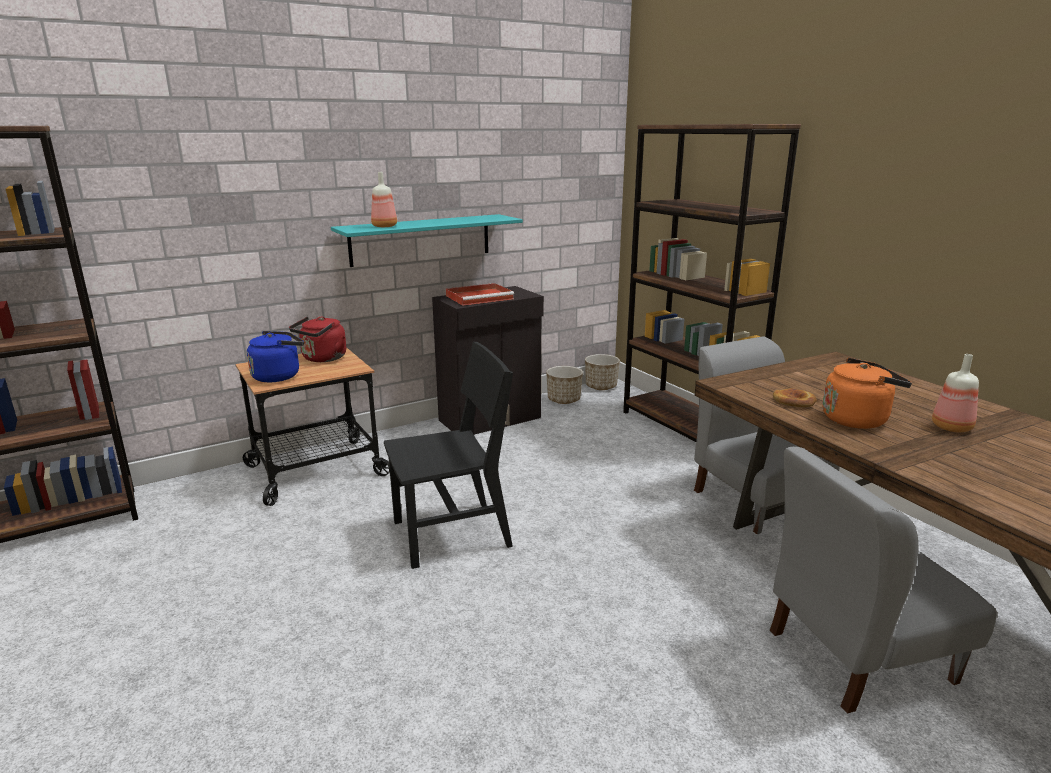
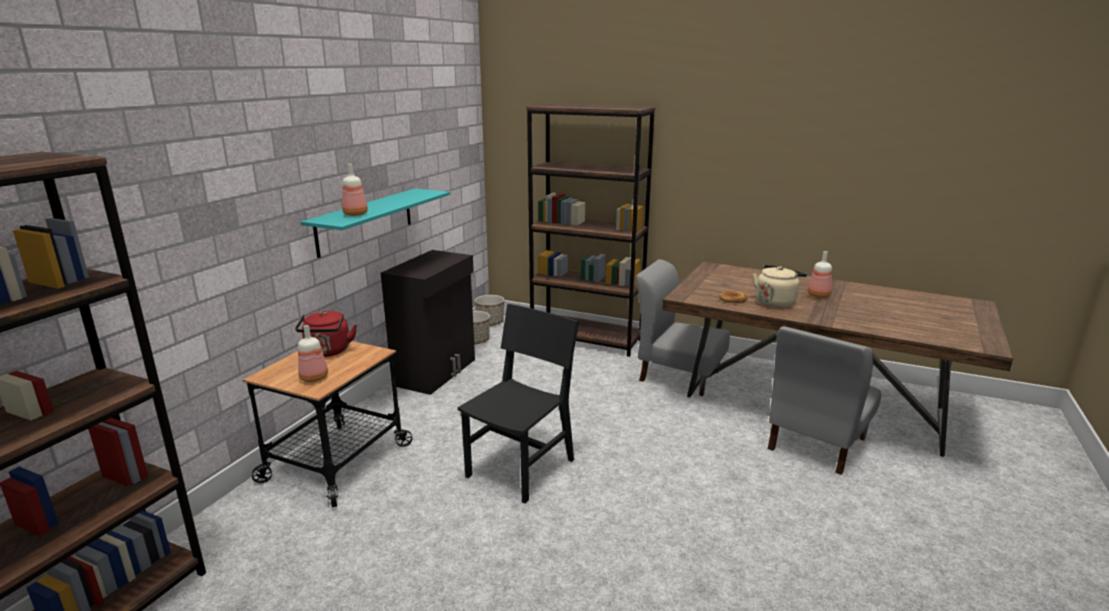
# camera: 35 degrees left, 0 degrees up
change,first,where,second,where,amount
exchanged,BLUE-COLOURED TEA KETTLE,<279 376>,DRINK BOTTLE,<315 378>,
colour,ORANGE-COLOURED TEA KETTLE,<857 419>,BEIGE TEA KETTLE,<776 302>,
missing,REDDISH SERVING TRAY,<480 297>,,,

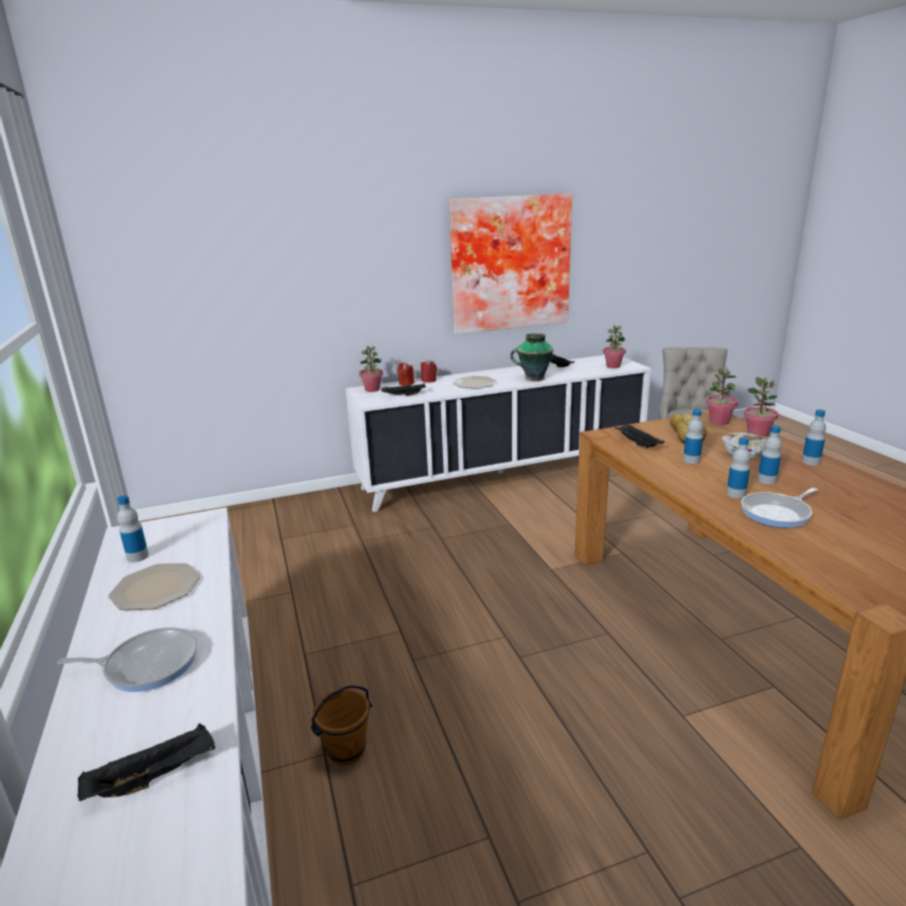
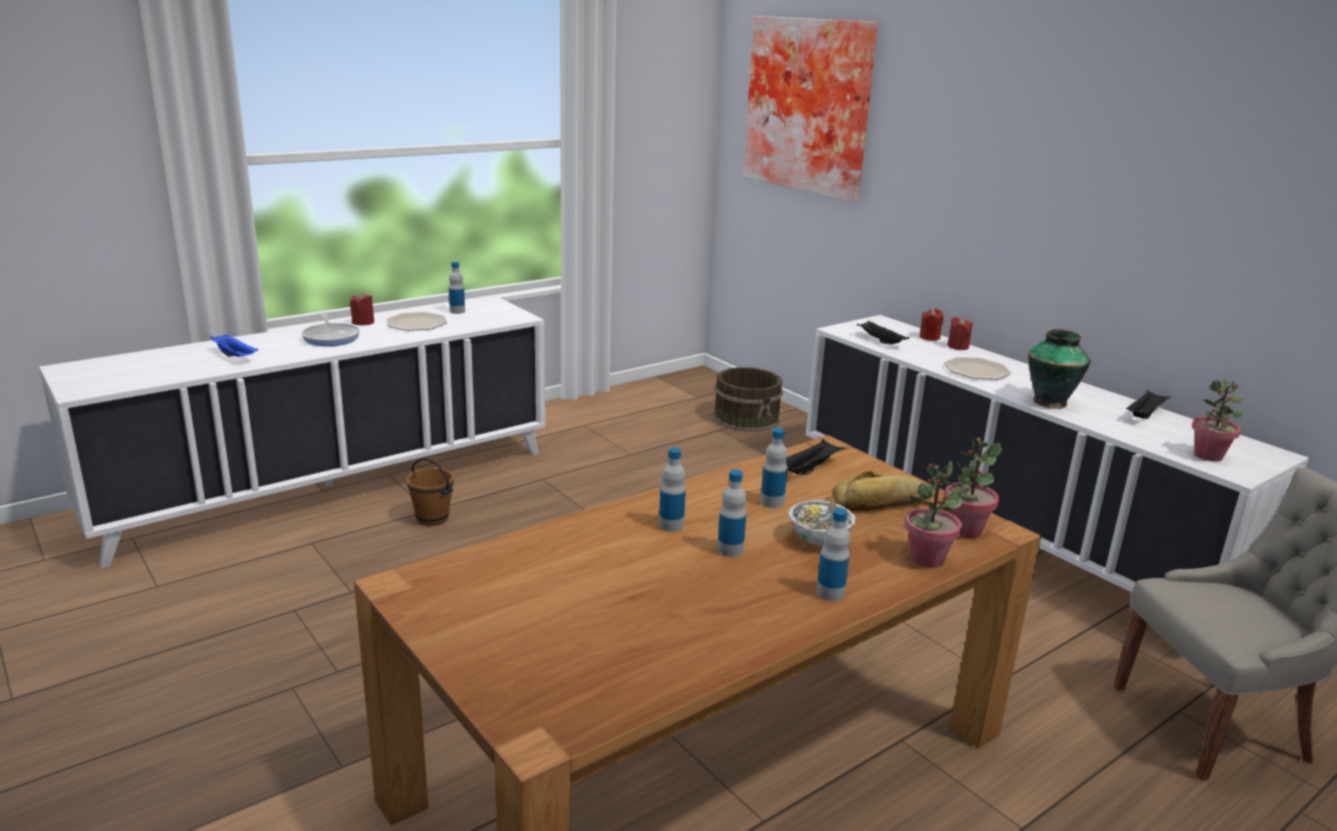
# camera: 70 degrees right, 0 degrees up
change,first,where,second,where,amount
colour,BLACK-COLOURED SERVING TRAY,<155 776>,BLUE-COLOURED SERVING TRAY,<236 356>,
appeared,,,REDDISH WAX CANDLE,<363 322>,
appeared,,,BROWN BUCKET,<747 418>,
relocated,WALL PICTURE,<509 263>,,<810 106>,
missing,HOUSEPLANT,<372 389>,,,
missing,SKILLET,<778 513>,,,

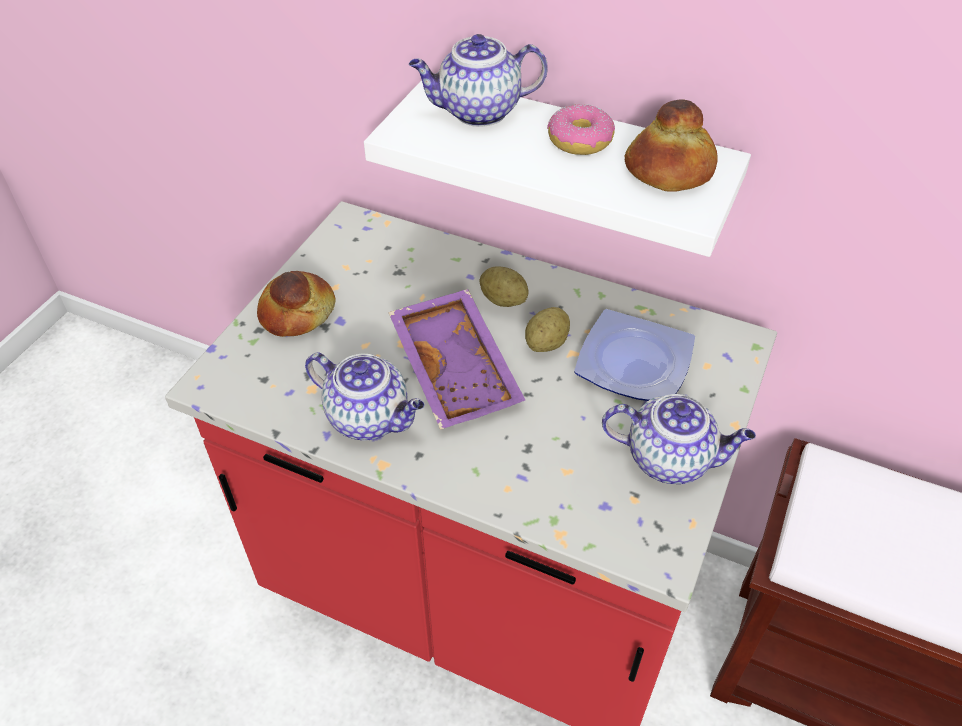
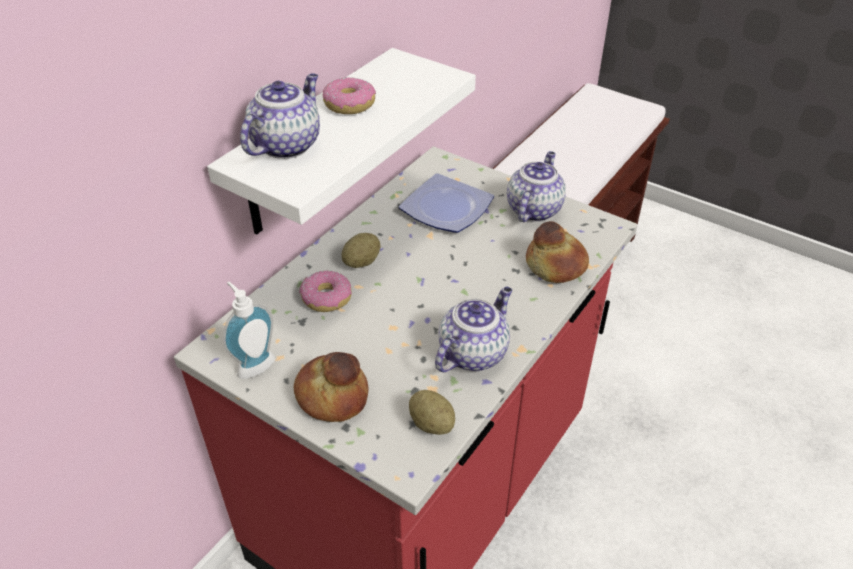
# camera: 80 degrees left, 5 degrees down
change,first,where,second,where,amount
appeared,,,LIQUID SOAP BOTTLE,<253 364>,
spun,TEA POT,<477 112>,,<286 144>,150 degrees counterclockwise
appeared,,,DONUT,<326 298>,
relocated,SPUD,<546 343>,,<431 424>,
relocated,BAKED BREAD,<668 171>,,<555 266>,
missing,PURPLE-COLOURED SERVING TRAY,<458 369>,,,

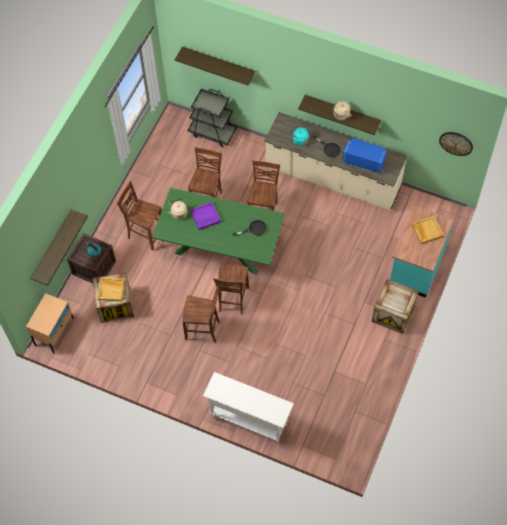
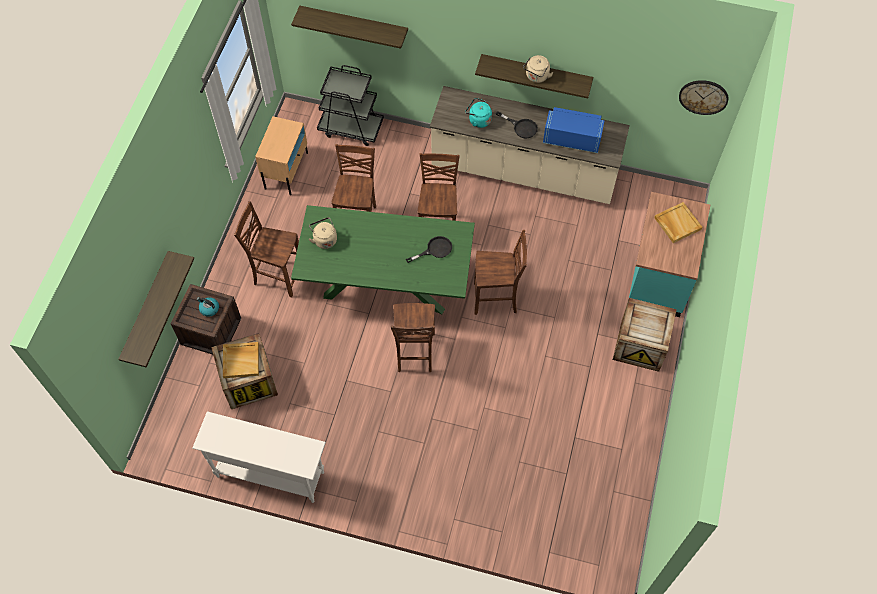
# camera: 10 degrees left, 0 degrees up
change,first,where,second,where,amount
relocated,WHITE-COLOURED CONSOLE TABLE,<248 420>,,<270 474>,
relocated,BEIGE BEDSIDE TABLE,<54 331>,,<286 170>,
relocated,BROWN CHAIR,<203 330>,,<496 299>,
missing,PURPLE-COLOURED SERVING TRAY,<205 217>,,,

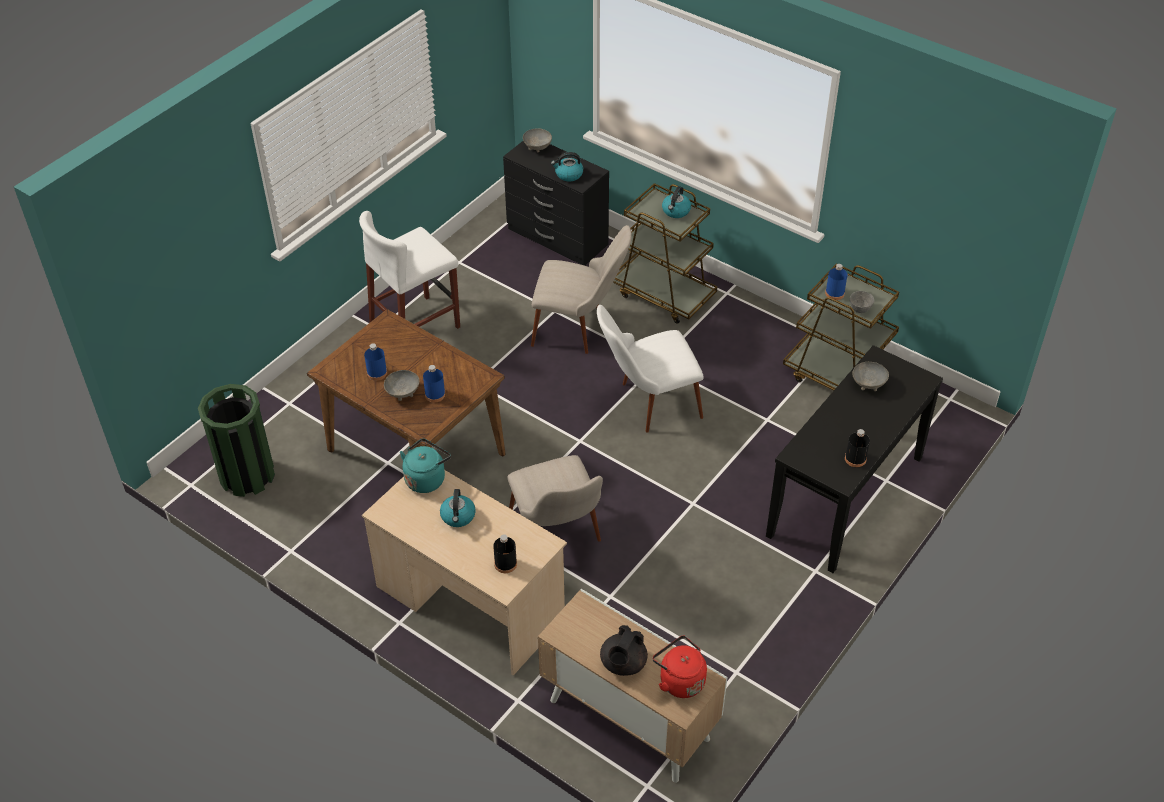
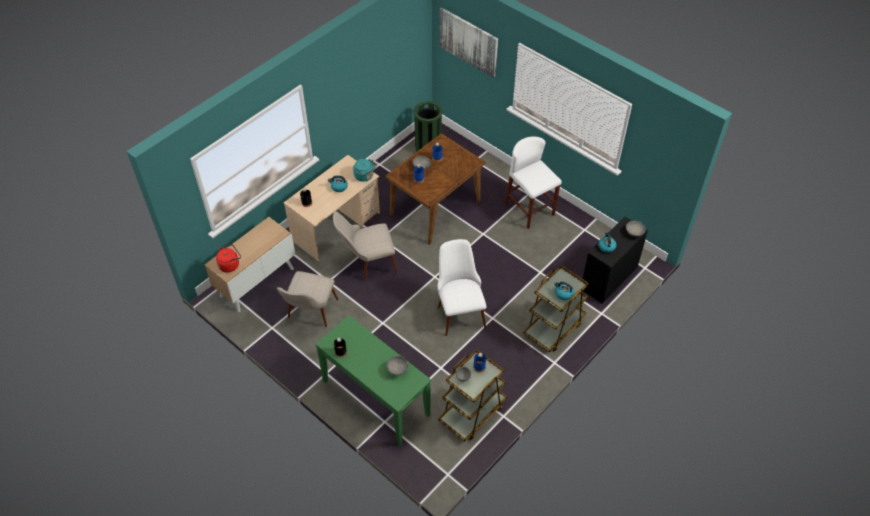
# camera: 95 degrees right, 5 degrees up
change,first,where,second,where,amount
relocated,BEIGE CHAIR,<580 328>,,<310 315>,
colour,BLACK-COLOURED CONSOLE TABLE,<846 496>,GREEN-COLOURED CONSOLE TABLE,<375 398>,
appeared,,,WALL PICTURE,<468 42>,
missing,BLACK-COLOURED TEA POT,<623 664>,,,

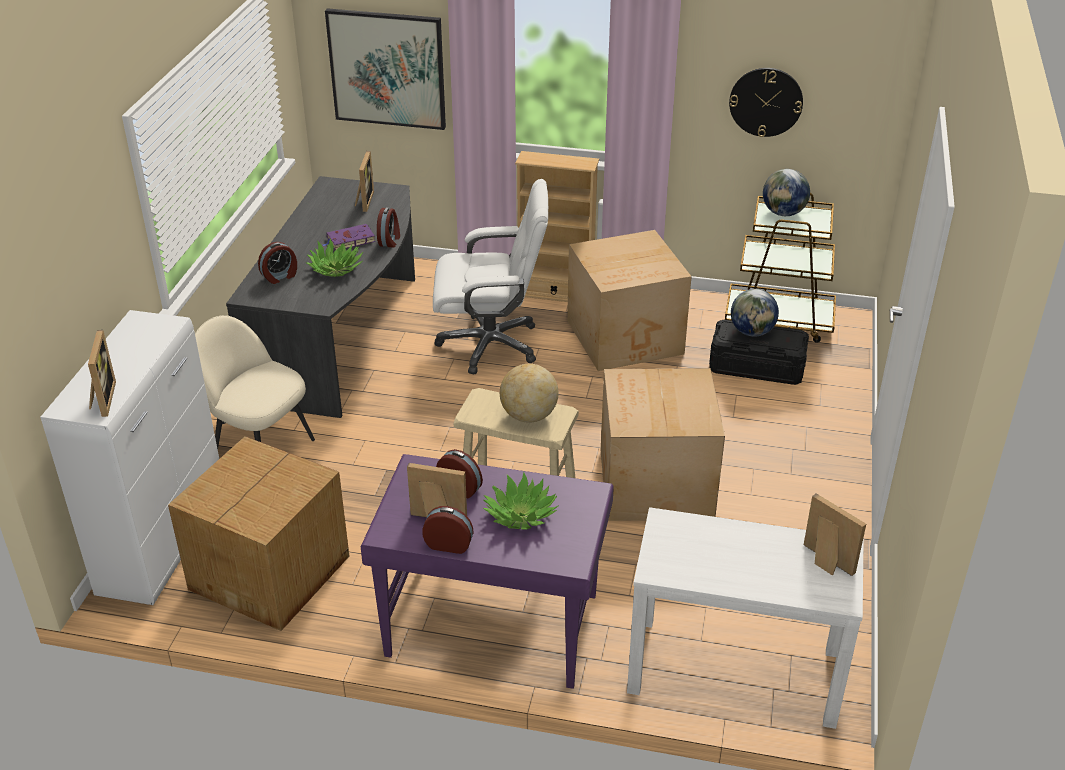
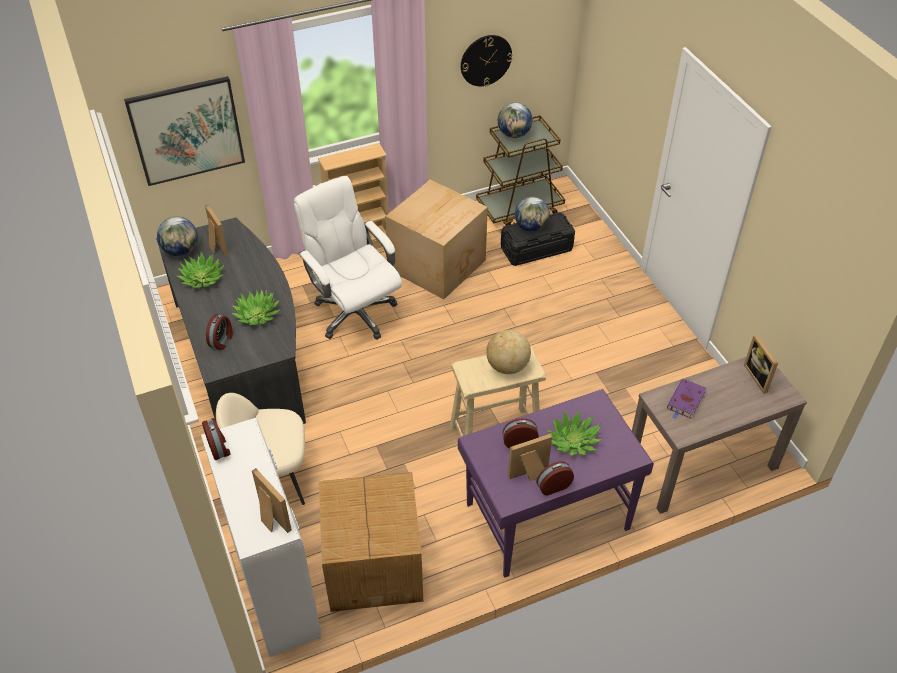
# camera: 35 degrees left, 10 degrees up
change,first,where,second,where,amount
appeared,,,GLOBE,<181 251>,
appeared,,,HOUSEPLANT,<202 278>,
relocated,ALARM CLOCK,<390 241>,,<219 448>,
spun,WHITE-COLOURED OFFICE CHAIR,<491 344>,,<354 312>,90 degrees counterclockwise
colour,WHITE-COLOURED CONSOLE TABLE,<733 671>,BROWN CONSOLE TABLE,<701 465>,
relocated,PURPLE-COLOURED BOUND BOOK,<349 240>,,<685 401>,
spun,PICTURE FRAME,<824 562>,,<759 377>,120 degrees counterclockwise
missing,PACKING BOX,<654 485>,,,

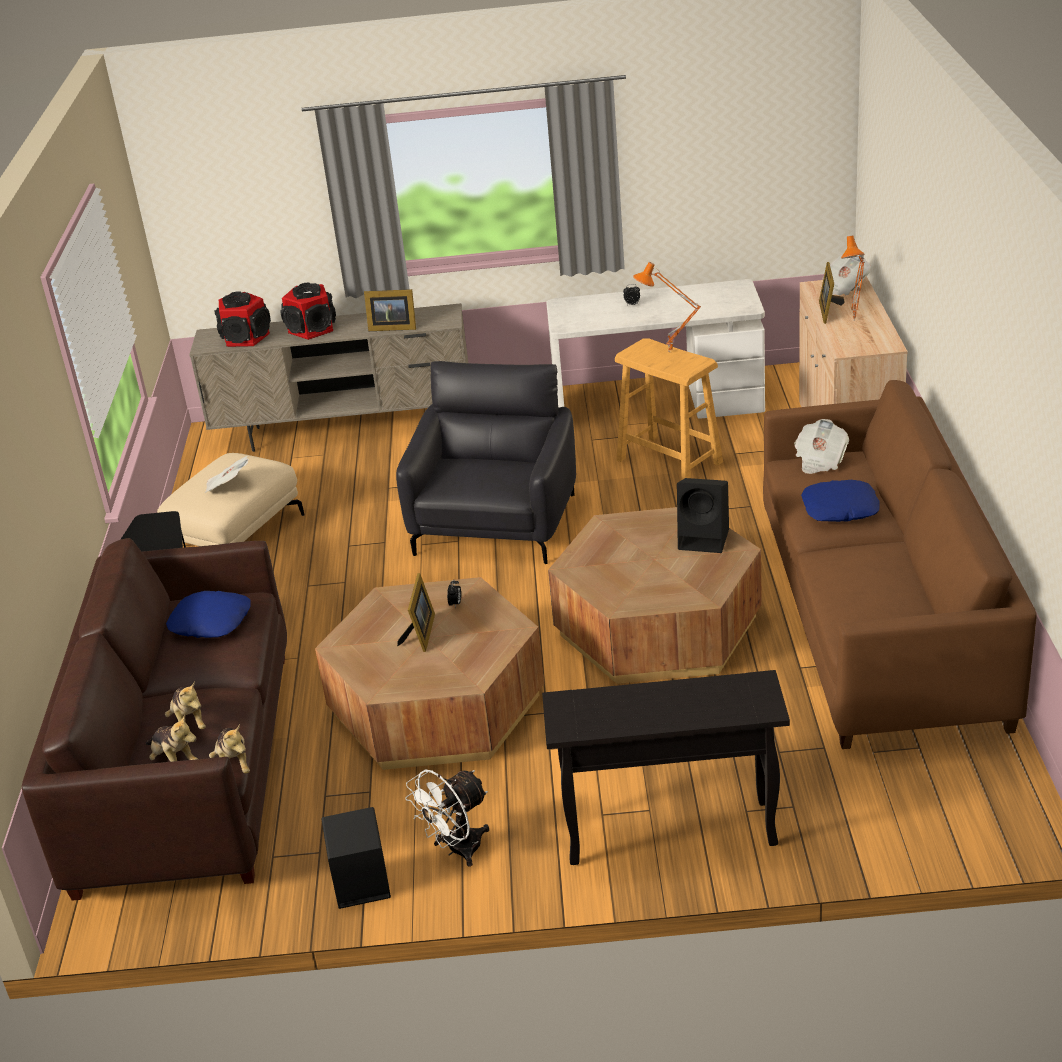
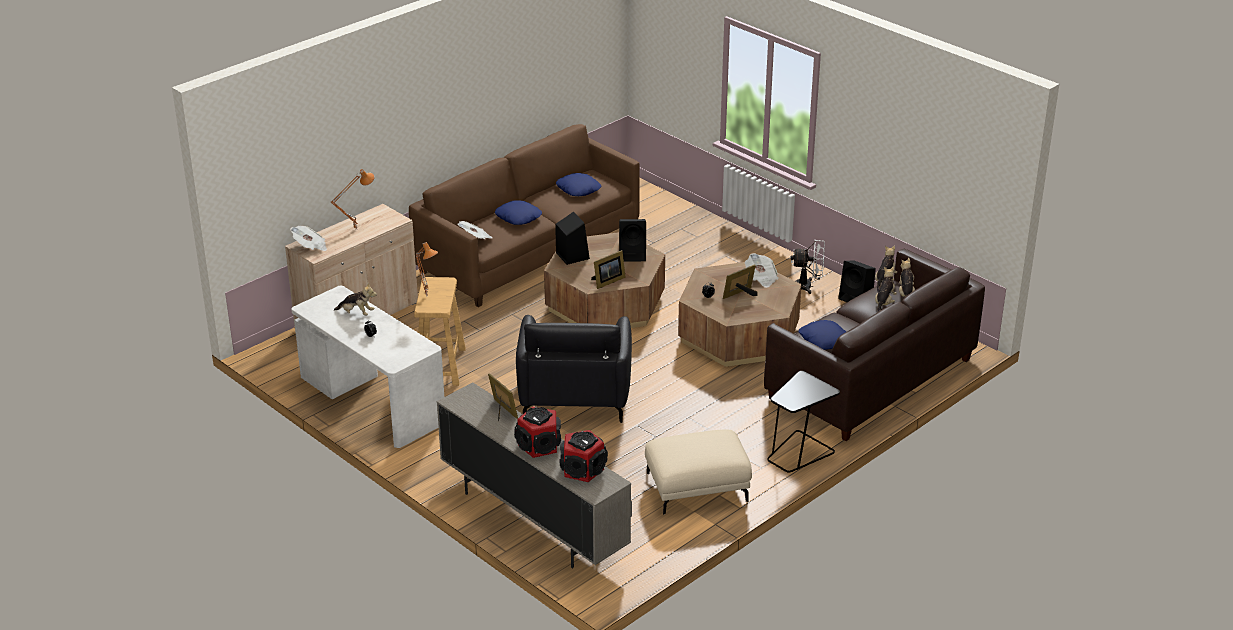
# camera: 135 degrees left, 0 degrees up
change,first,where,second,where,amount
appeared,,,SOFT TOY,<356 313>,
spun,BLACK-COLOURED LOUNGE CHAIR,<495 525>,,<574 395>,60 degrees counterclockwise
appeared,,,BLUE-COLOURED CUSHION,<578 189>,
relocated,PICTURE FRAME,<829 311>,,<607 281>,
appeared,,,BLACK-COLOURED AUDIO SPEAKER,<633 254>,
relocated,PRINTED PAPER,<228 486>,,<761 278>,
missing,BLACK-COLOURED CONSOLE TABLE,<668 833>,,,

